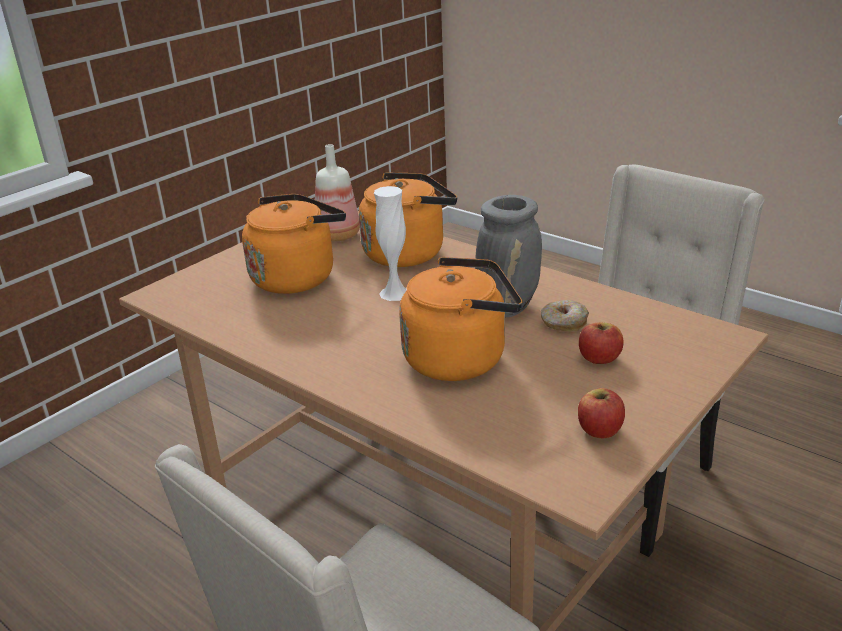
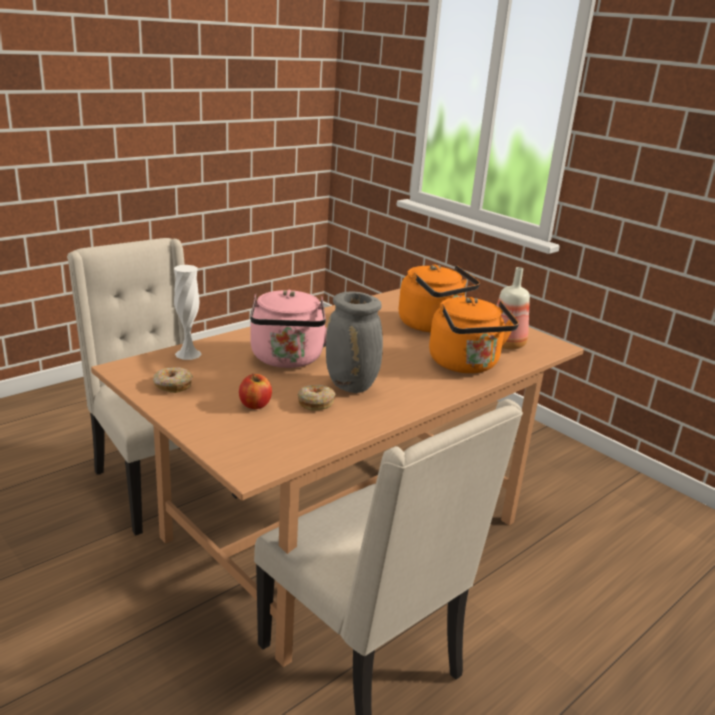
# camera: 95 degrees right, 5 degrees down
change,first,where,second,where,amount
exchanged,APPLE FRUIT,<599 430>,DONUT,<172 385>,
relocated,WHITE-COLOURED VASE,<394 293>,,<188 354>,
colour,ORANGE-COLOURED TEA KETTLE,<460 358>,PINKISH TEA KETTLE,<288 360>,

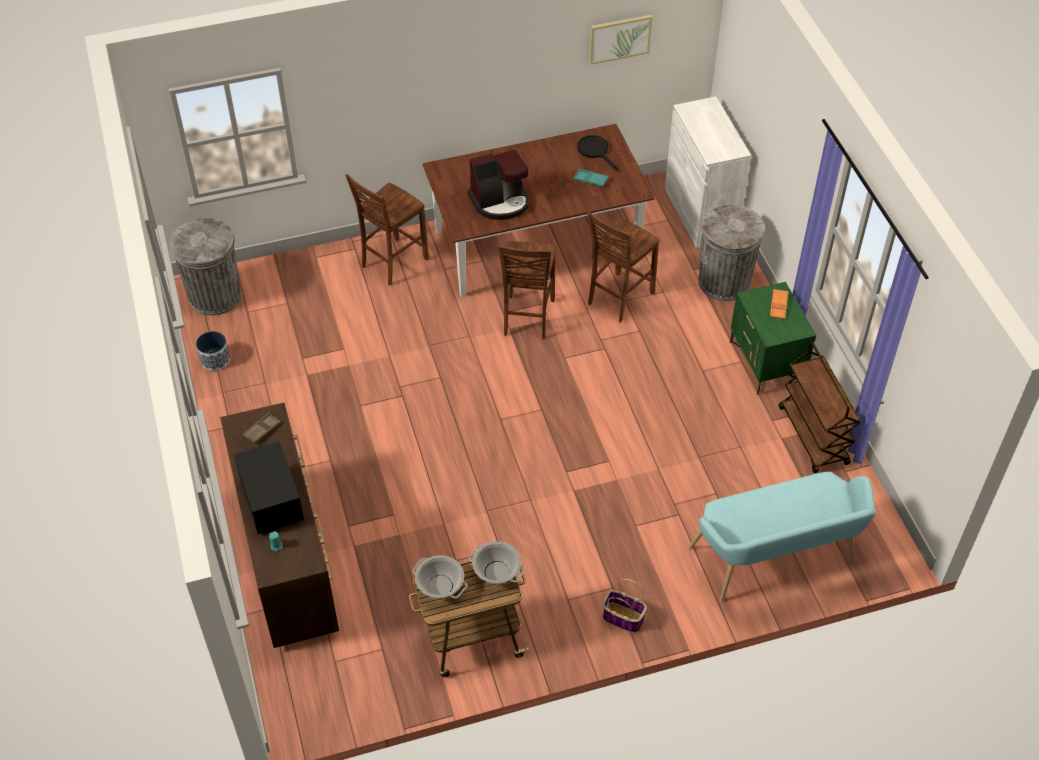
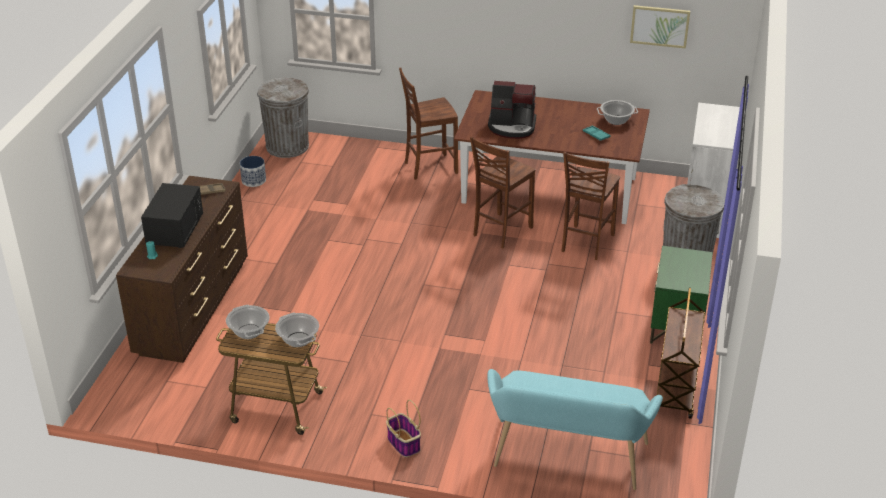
# camera: 30 degrees right, 15 degrees down
change,first,where,second,where,amount
spun,BROWN CHAIR,<618 298>,,<585 243>,45 degrees counterclockwise
exchanged,BLACK-COLOURED SKILLET,<595 151>,COOKING POT,<616 120>,
missing,ORANGE-COLOURED SERVING TRAY,<778 306>,,,

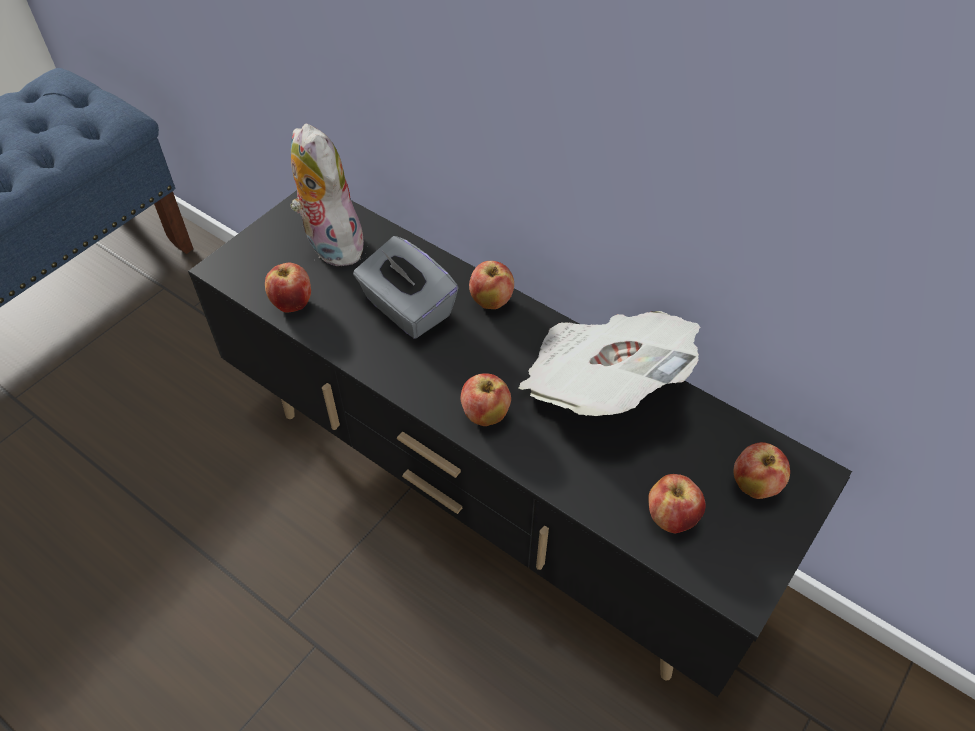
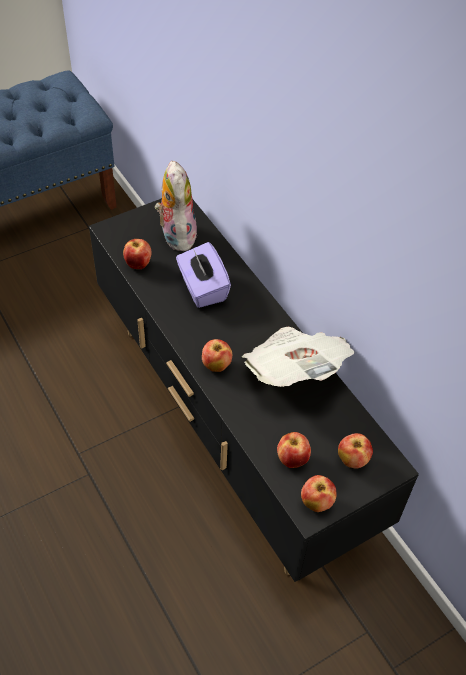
# camera: 20 degrees right, 0 degrees up
change,first,where,second,where,amount
colour,GRAY TISSUE BOX,<407 309>,PURPLE-COLOURED TISSUE BOX,<202 288>,
relocated,APPLE FRUIT,<491 301>,,<316 502>,

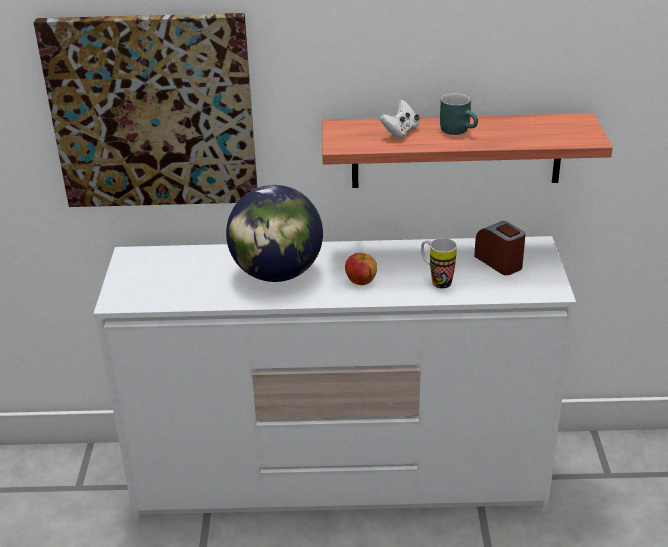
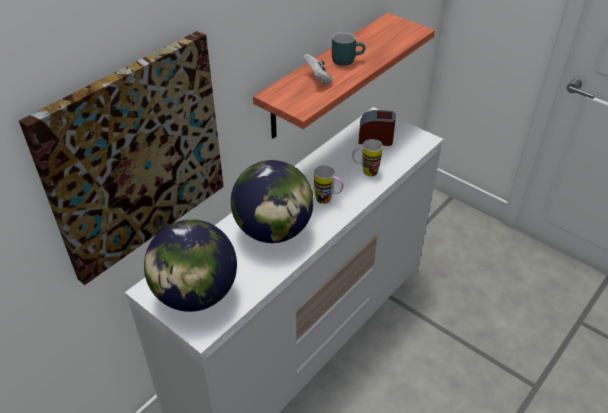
# camera: 50 degrees left, 10 degrees up
change,first,where,second,where,amount
appeared,,,GLOBE,<196 294>,
exchanged,APPLE FRUIT,<361 281>,TEA MUG,<328 200>,

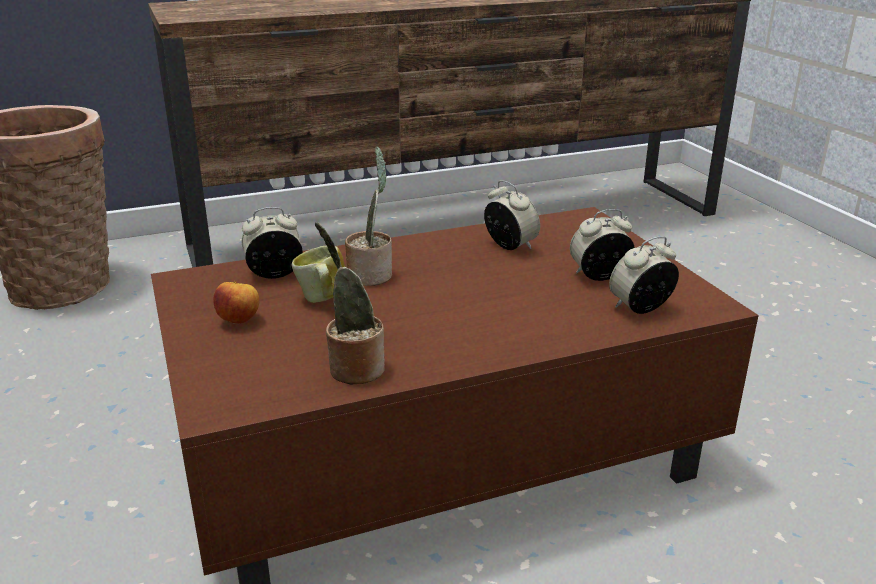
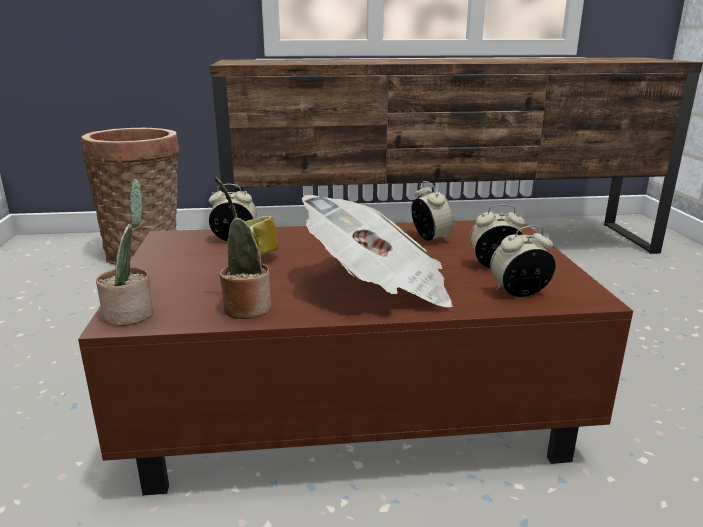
# camera: 15 degrees right, 5 degrees down
change,first,where,second,where,amount
relocated,HOUSEPLANT,<371 274>,,<132 313>,
appeared,,,PRINTED PAPER,<380 287>,
missing,APPLE FRUIT,<239 321>,,,

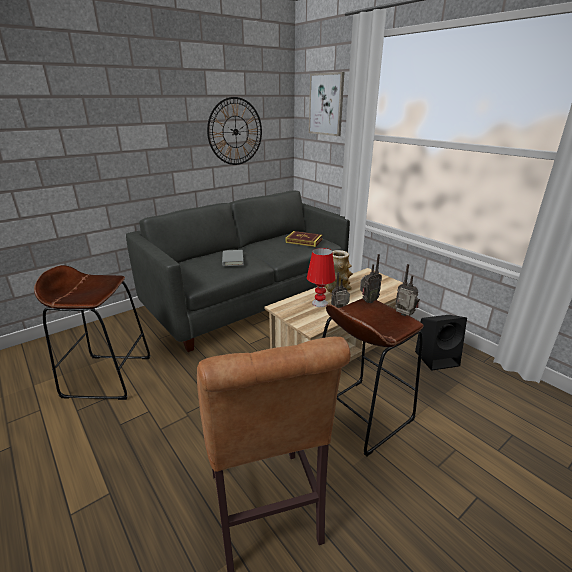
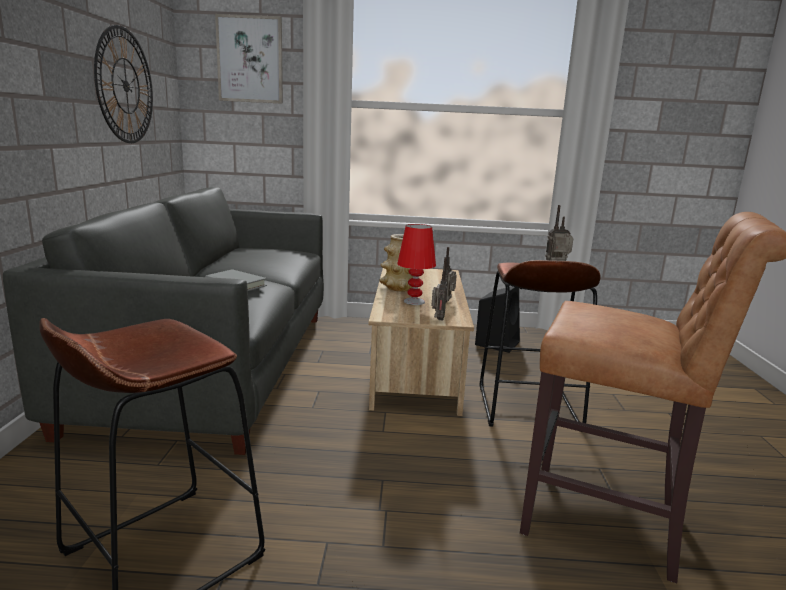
# camera: 50 degrees left, 10 degrees down
change,first,where,second,where,amount
relocated,RADIO,<368 301>,,<437 319>,
missing,BOUND BOOK,<304 241>,,,

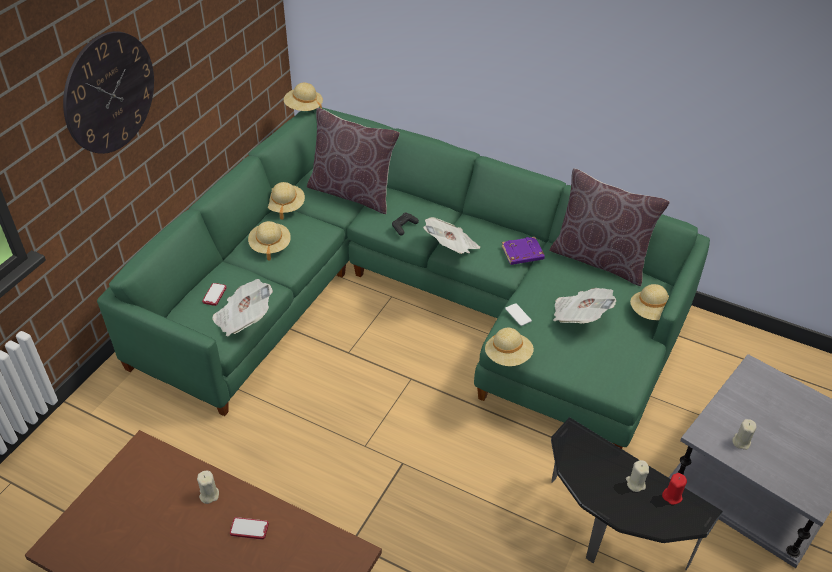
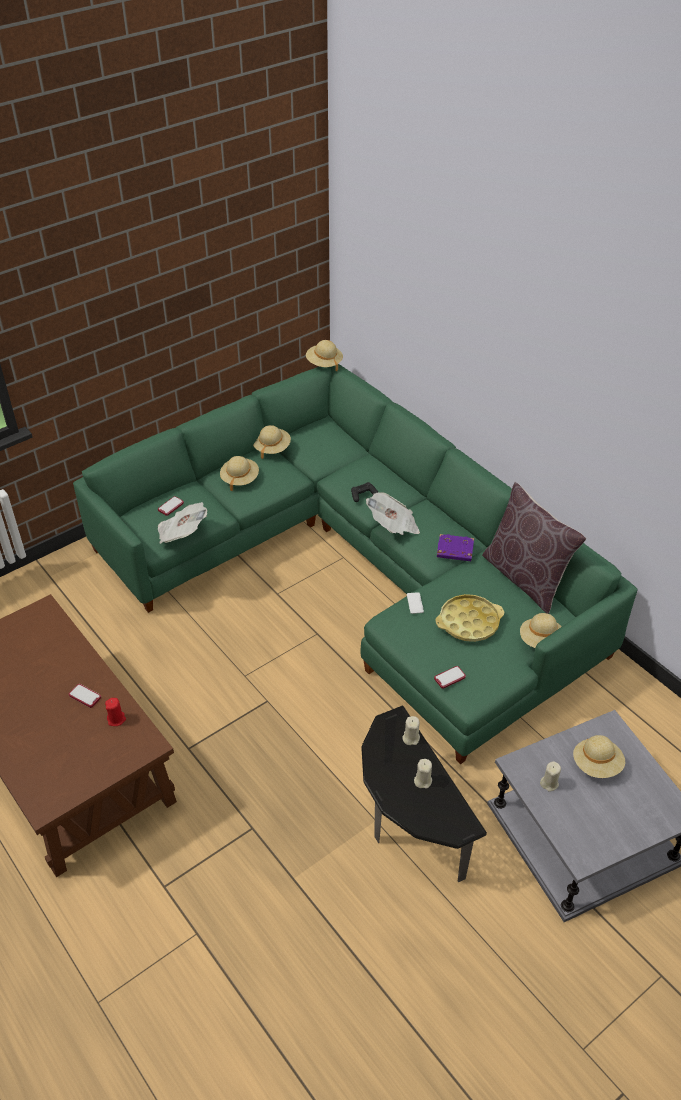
# camera: 25 degrees right, 0 degrees up
change,first,where,second,where,amount
relocated,REDDISH WAX CANDLE,<672 496>,,<116 719>,
relocated,BEIGE WAX CANDLE,<209 494>,,<410 738>,
appeared,,,PHONE,<449 678>,
exchanged,PRINTED PAPER,<580 316>,YELLOW-COLOURED SERVING TRAY,<469 622>,
relocated,BEIGE WEARABLE HAT,<508 356>,,<597 765>,
missing,CLOCK ON THE WALL,<109 93>,,,
missing,BROWN CUSHION,<352 193>,,,

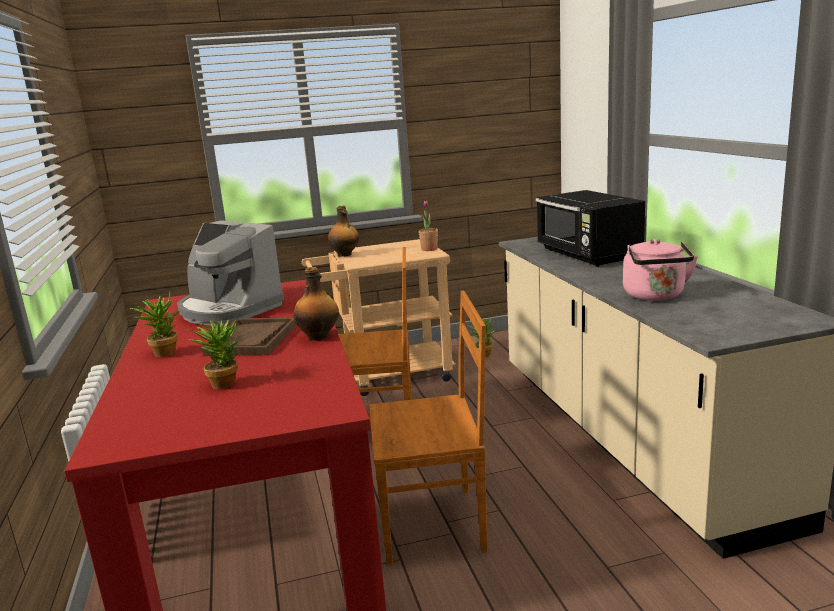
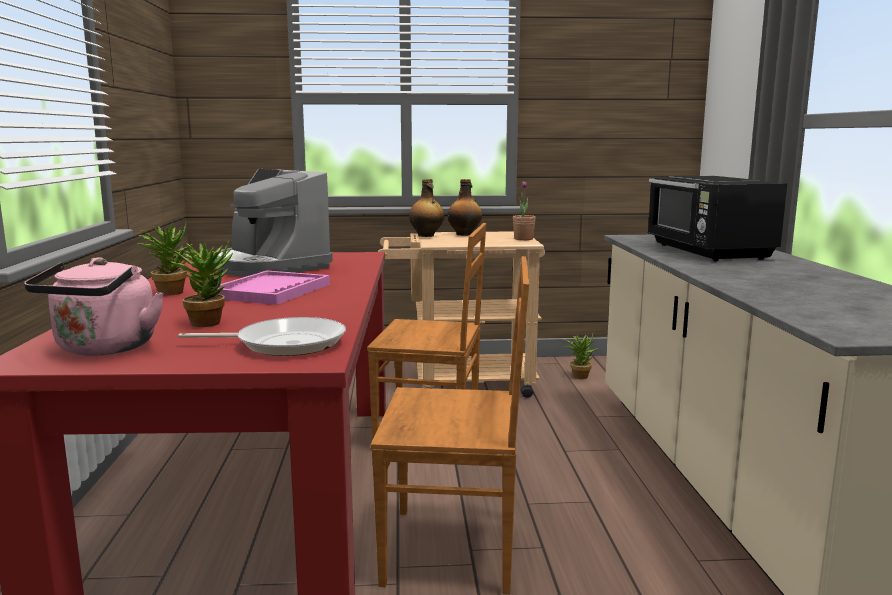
# camera: 10 degrees right, 5 degrees down
change,first,where,second,where,amount
relocated,PINKISH TEA KETTLE,<655 296>,,<103 349>,
appeared,,,SKILLET,<285 344>,
colour,BROWN SERVING TRAY,<252 339>,PINKISH SERVING TRAY,<271 291>,
relocated,DRINK BOTTLE,<319 337>,,<464 234>,

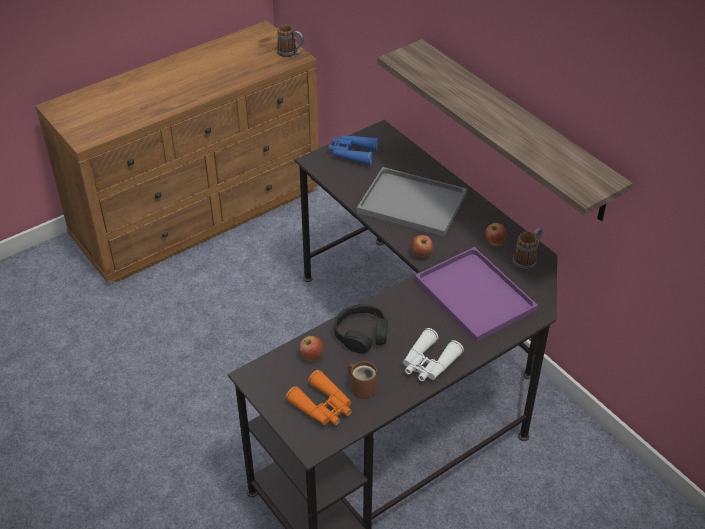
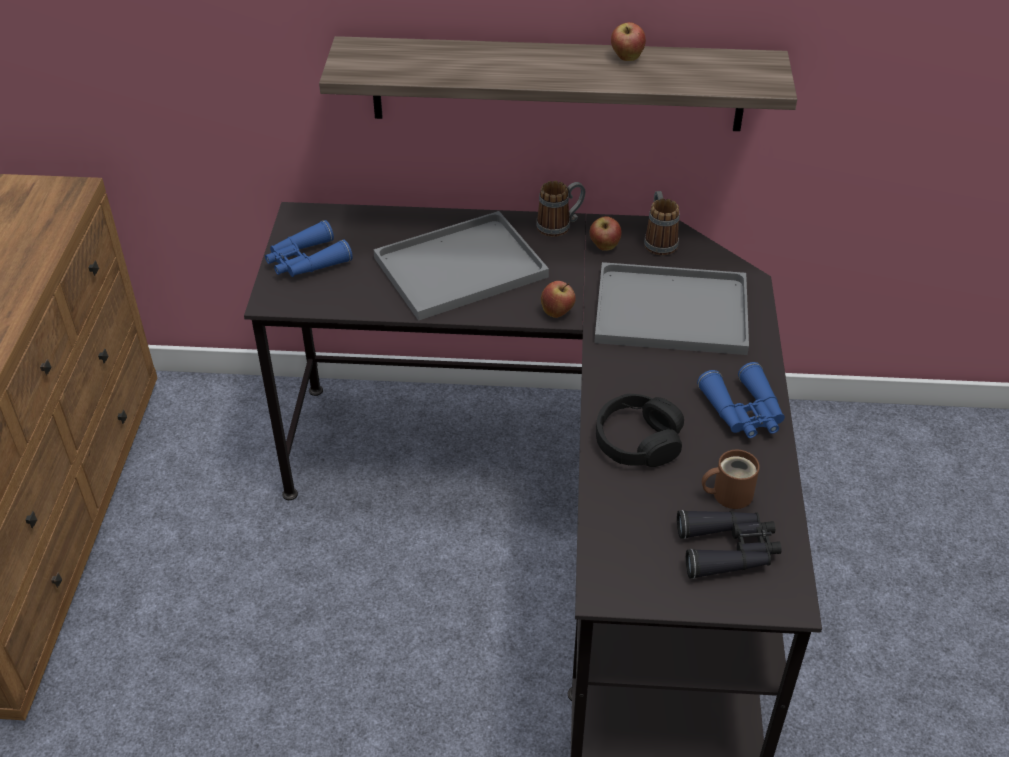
# camera: 50 degrees left, 0 degrees up
change,first,where,second,where,amount
relocated,TEA MUG,<290 53>,,<560 225>,
colour,PURPLE-COLOURED SERVING TRAY,<477 296>,GRAY SERVING TRAY,<674 310>,
relocated,APPLE FRUIT,<311 357>,,<627 58>,
colour,ORANGE-COLOURED FIELD GLASSES,<323 406>,BLACK-COLOURED FIELD GLASSES,<728 550>,
colour,WHITE-COLOURED FIELD GLASSES,<428 363>,BLUE-COLOURED FIELD GLASSES,<743 412>,

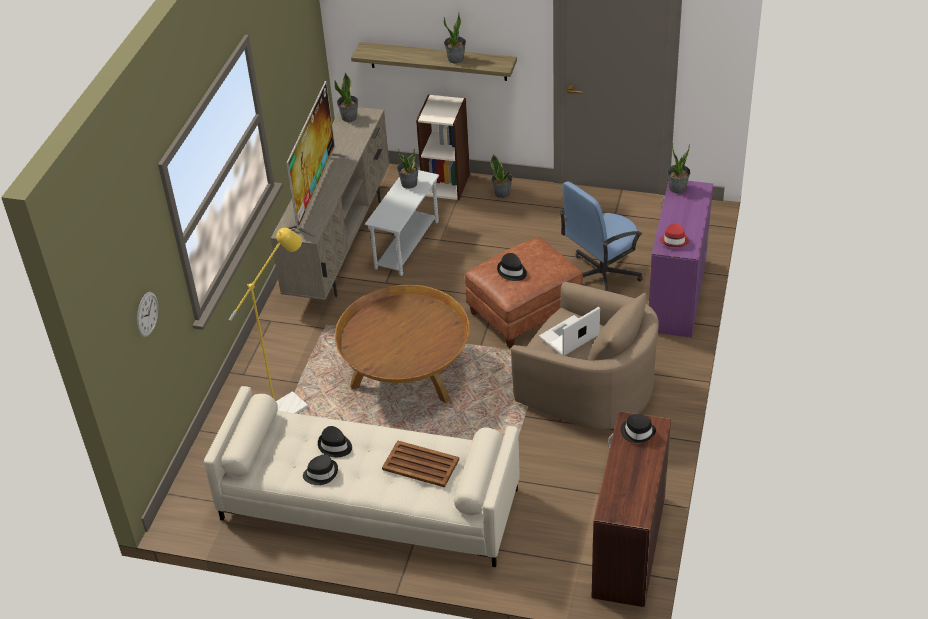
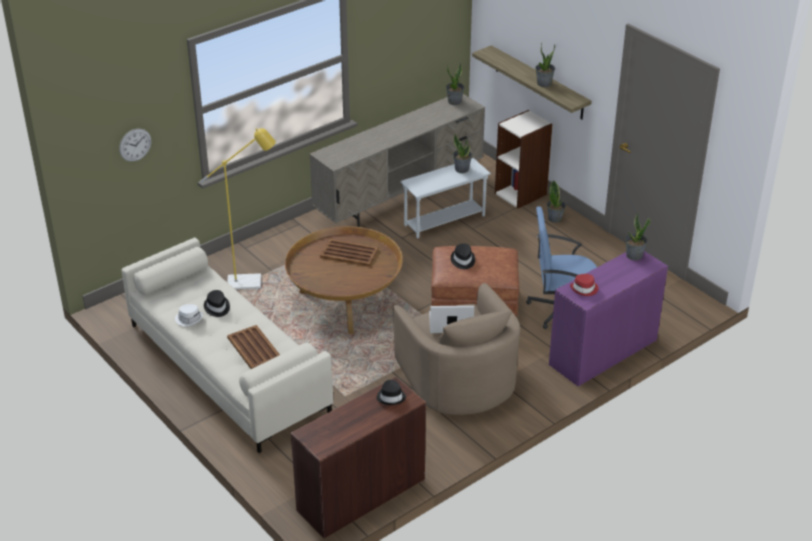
# camera: 35 degrees right, 5 degrees down
change,first,where,second,where,amount
colour,BLACK-COLOURED WEARABLE HAT,<321 473>,WHITE-COLOURED WEARABLE HAT,<189 319>,
appeared,,,BROWN SERVING TRAY,<349 253>,
missing,TV SET,<316 193>,,,

